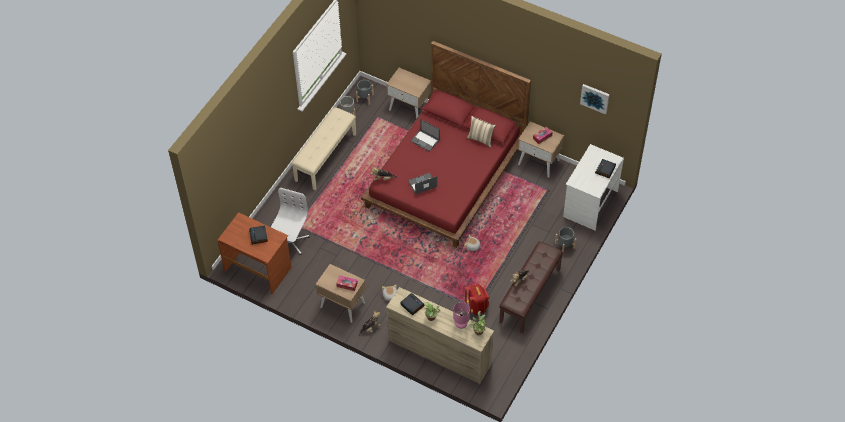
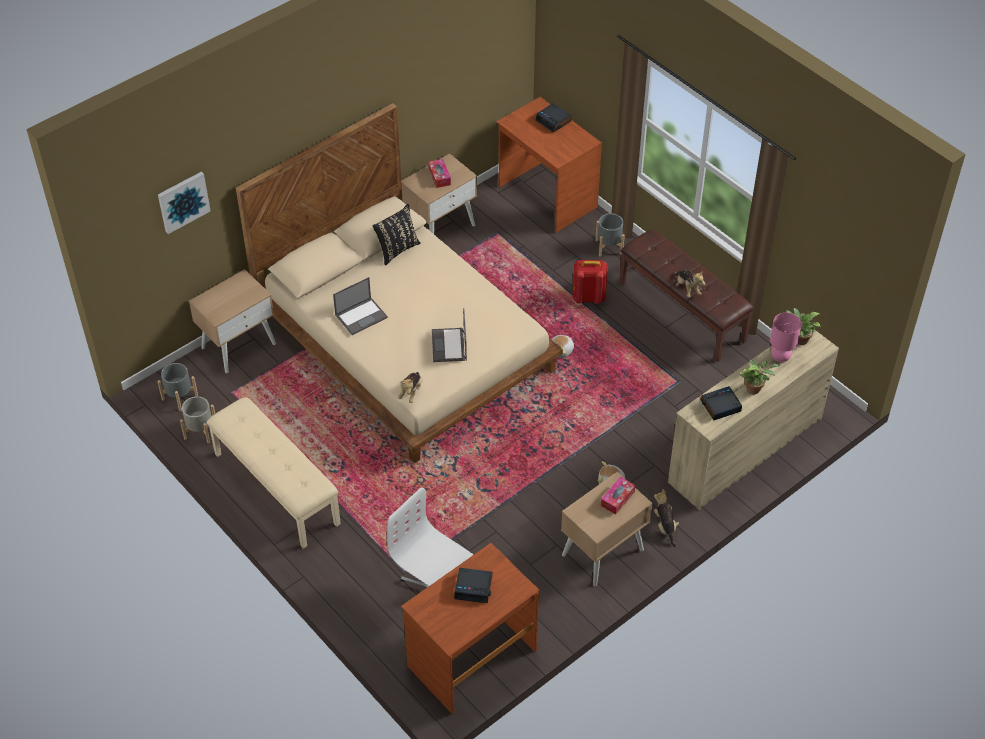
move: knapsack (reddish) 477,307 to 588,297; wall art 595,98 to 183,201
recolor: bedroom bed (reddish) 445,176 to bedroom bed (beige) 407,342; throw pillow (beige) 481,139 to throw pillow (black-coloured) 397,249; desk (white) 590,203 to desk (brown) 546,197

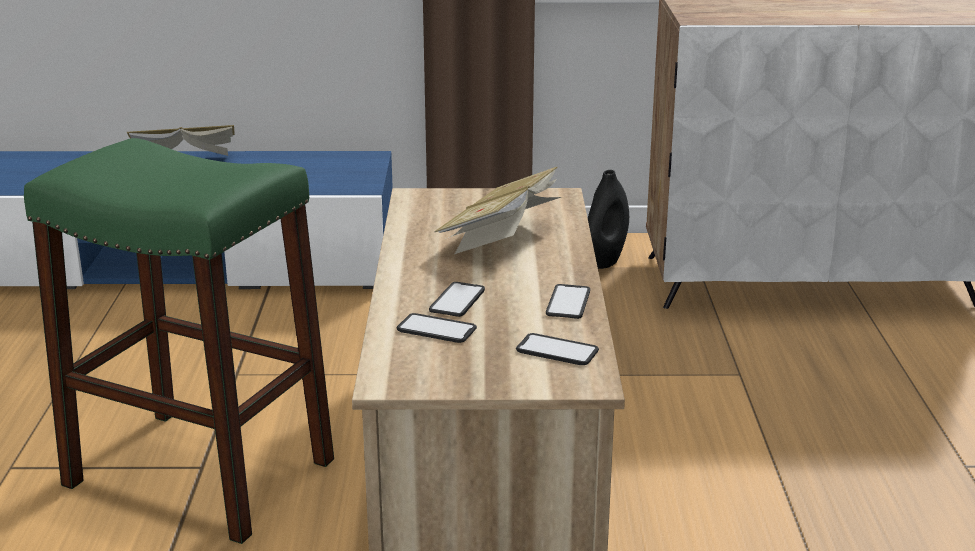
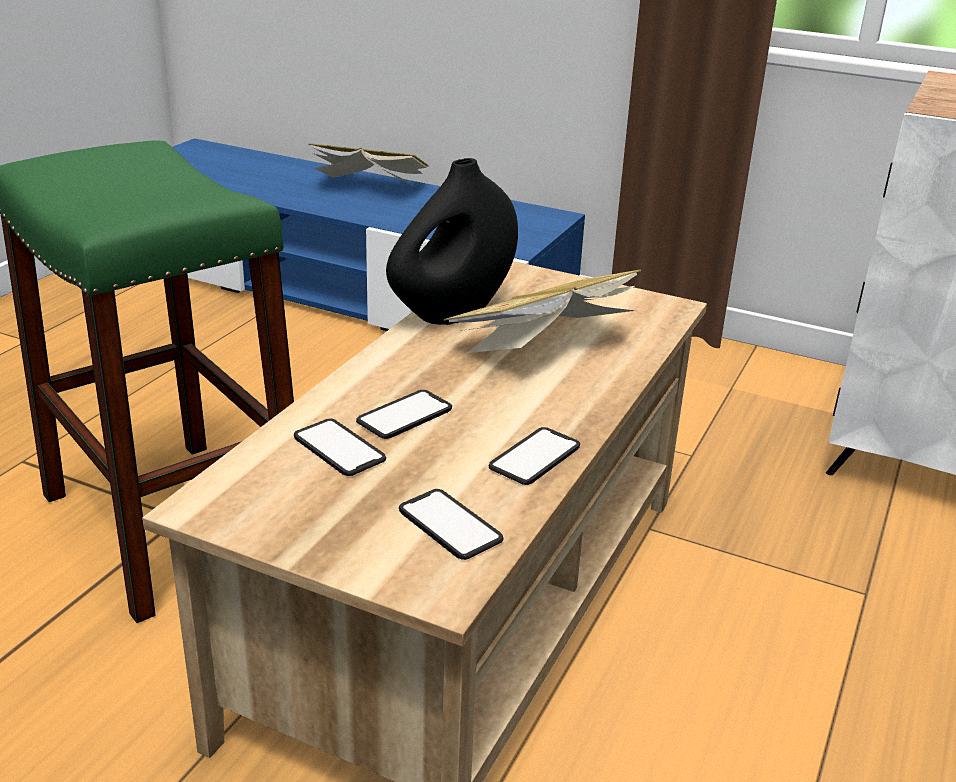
move: decorative vase (black-coloured) 603,261 to 452,314

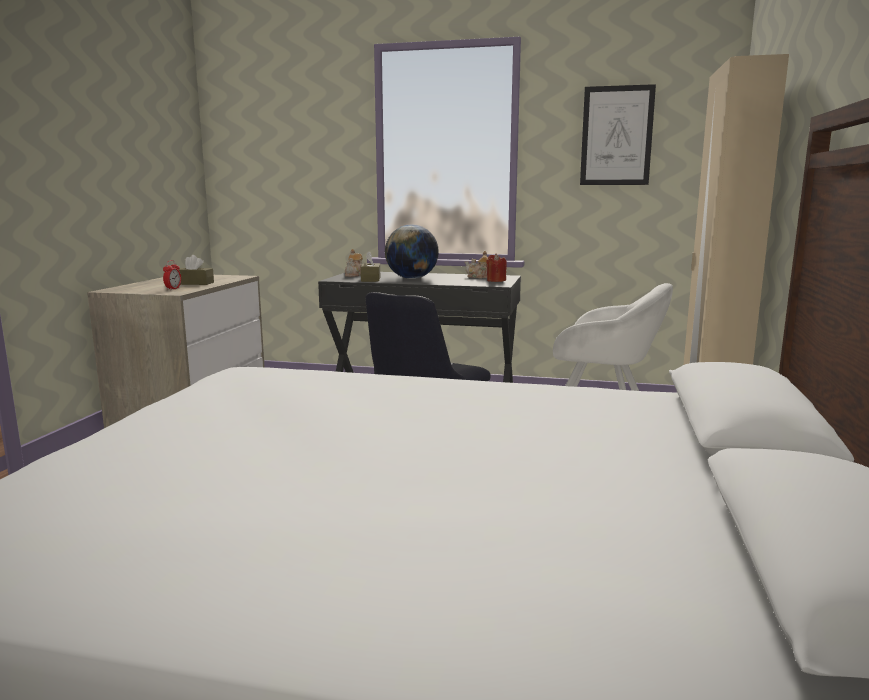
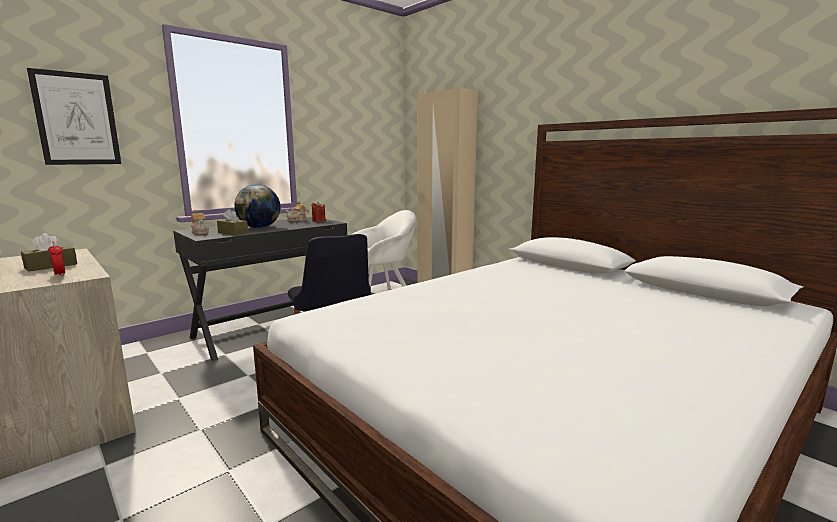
move: wall art 616,136 to 77,119

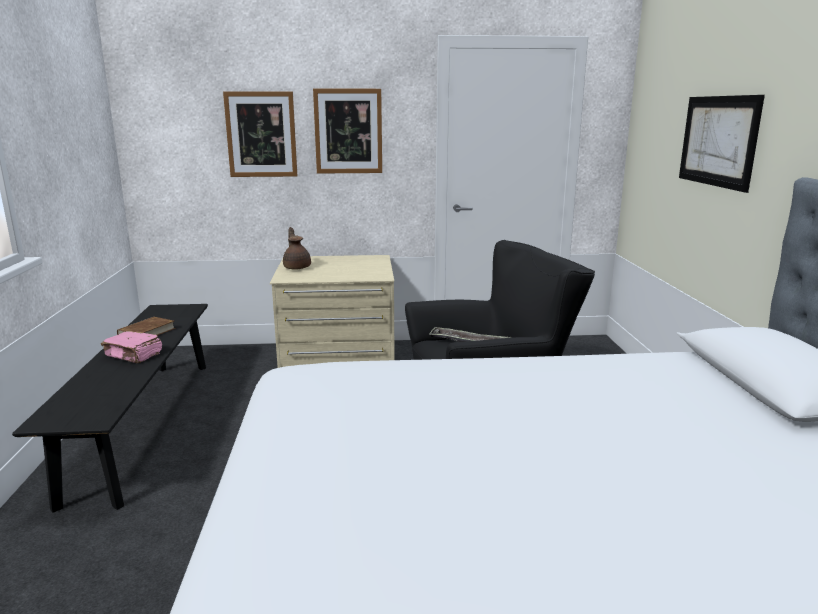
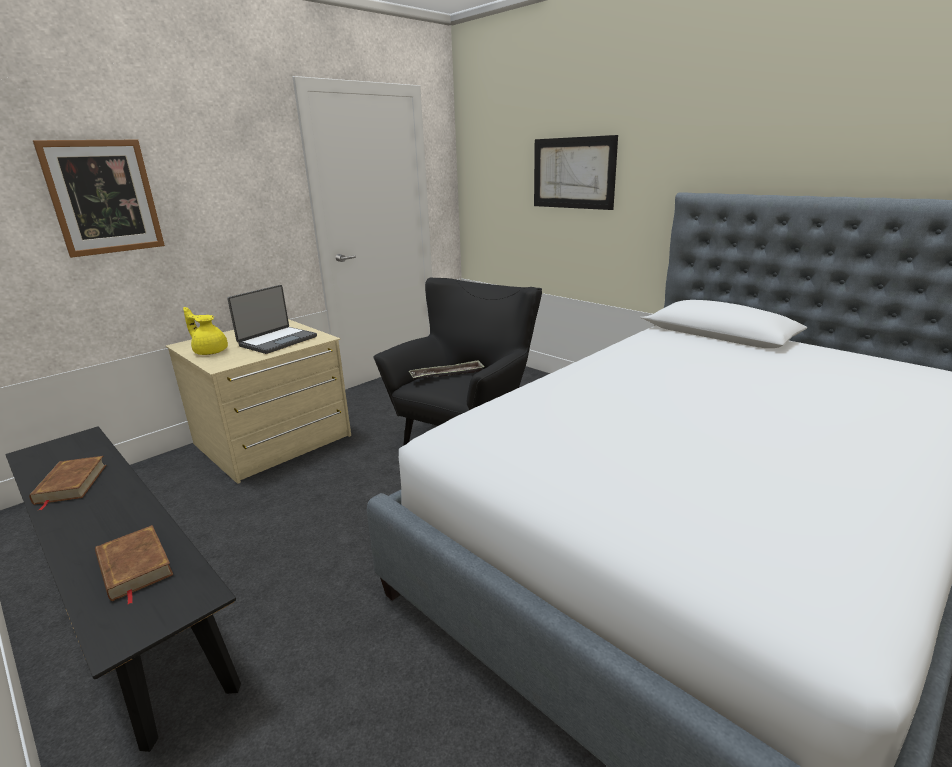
delete: bound book (pinkish) 134,355; wall art 348,131
insert: bound book (brown) 134,567; notebook computer 277,341
recolor: pot for tea (brown) 297,267 to pot for tea (yellowish) 210,351

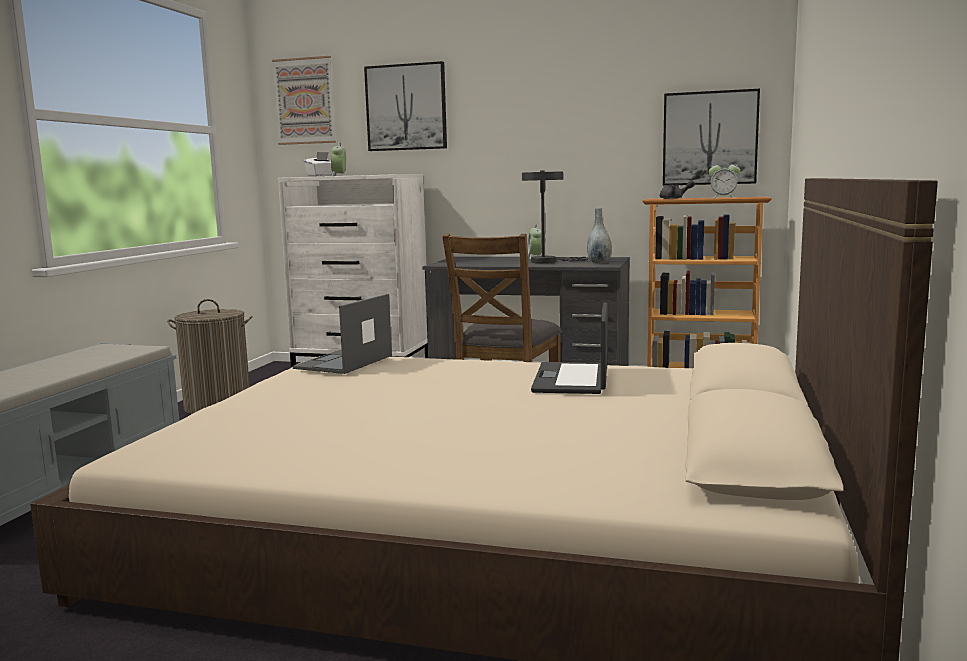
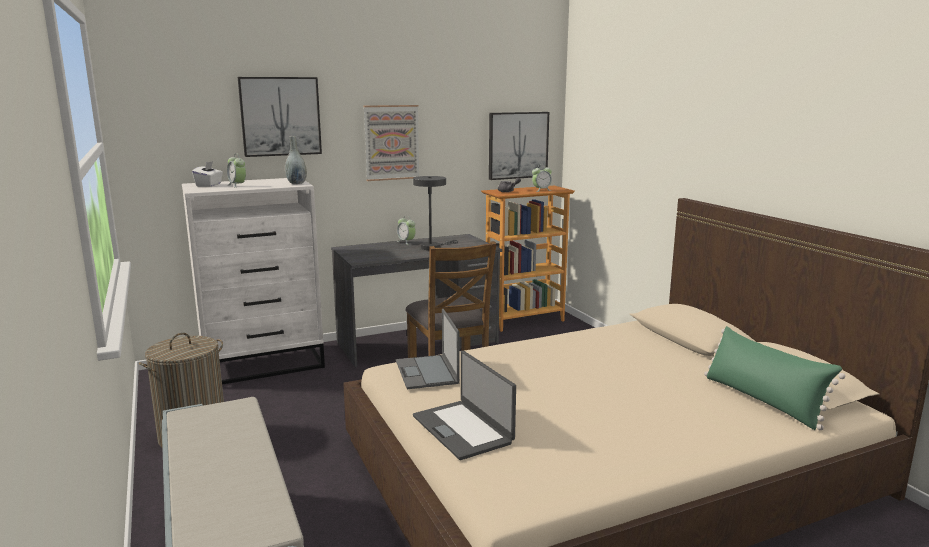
insert: throw pillow (green) 762,401
move: wall art 305,101 to 391,142; notebook computer 573,379 to 463,429; decorative vase (greyish) 599,263 to 296,183

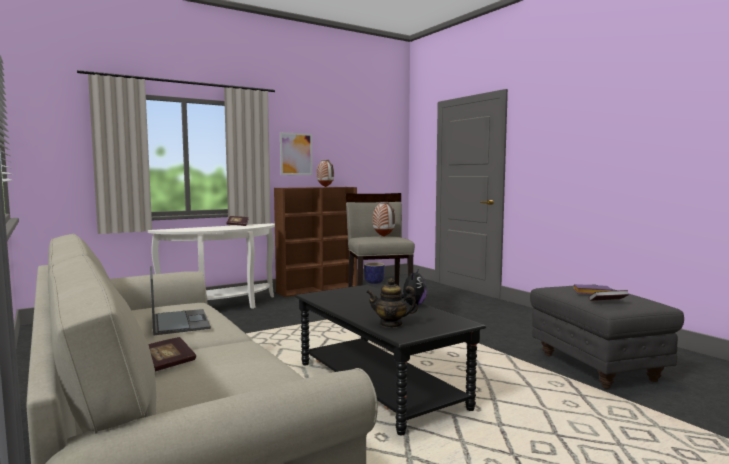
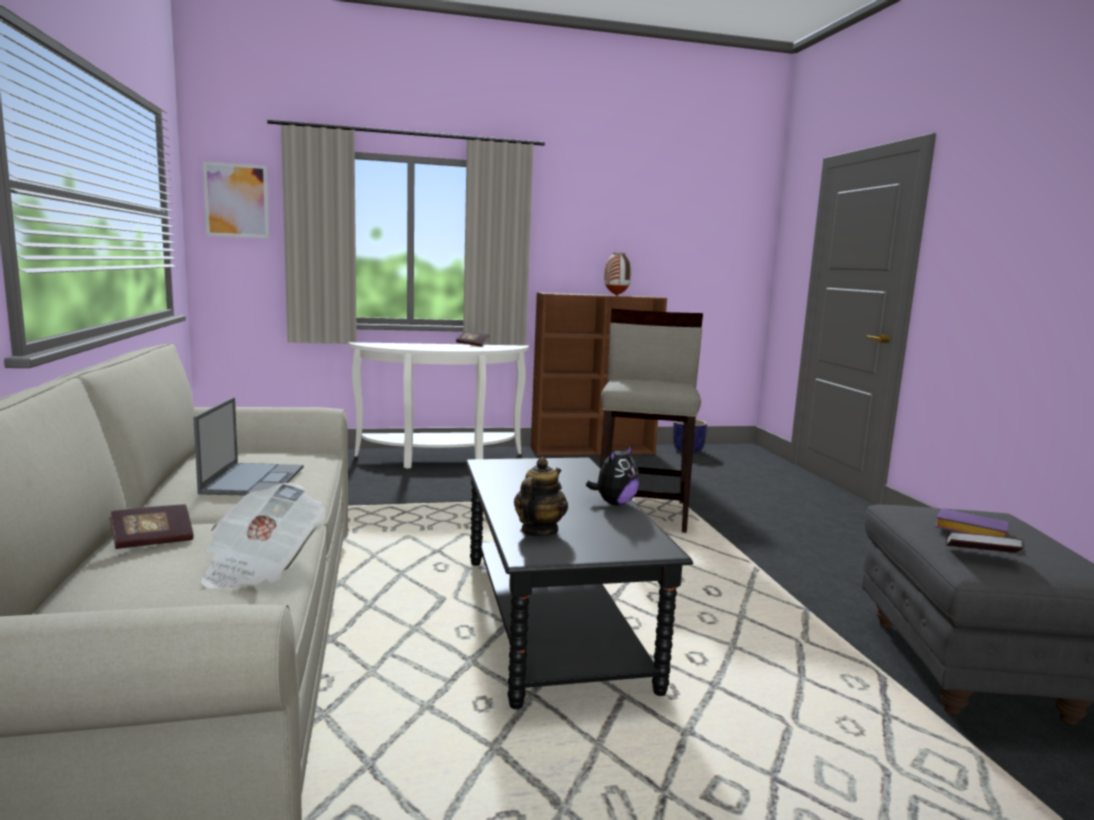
delete: decorative vase 383,236
insert: printed paper 261,566
move: wall art 296,154 to 236,200
rotate: pot for tea 391,324 = 538,531 90 degrees clockwise

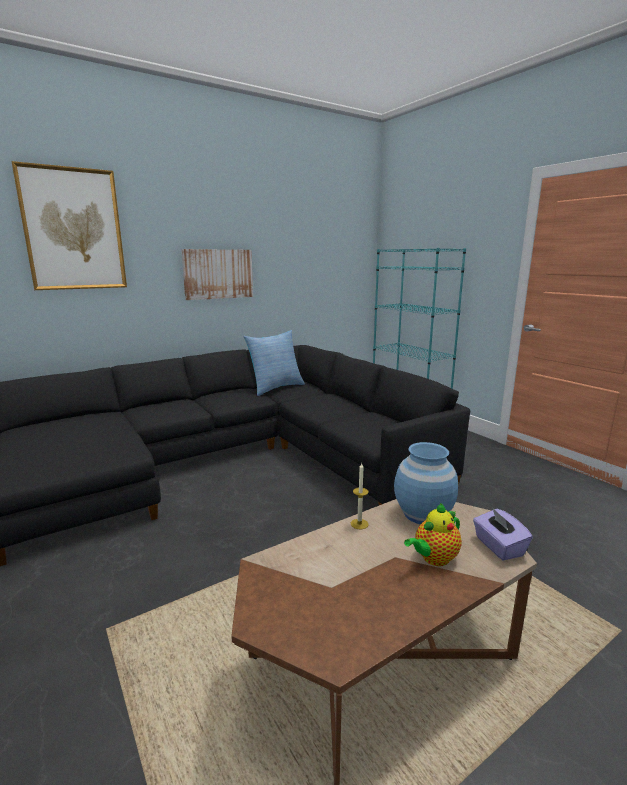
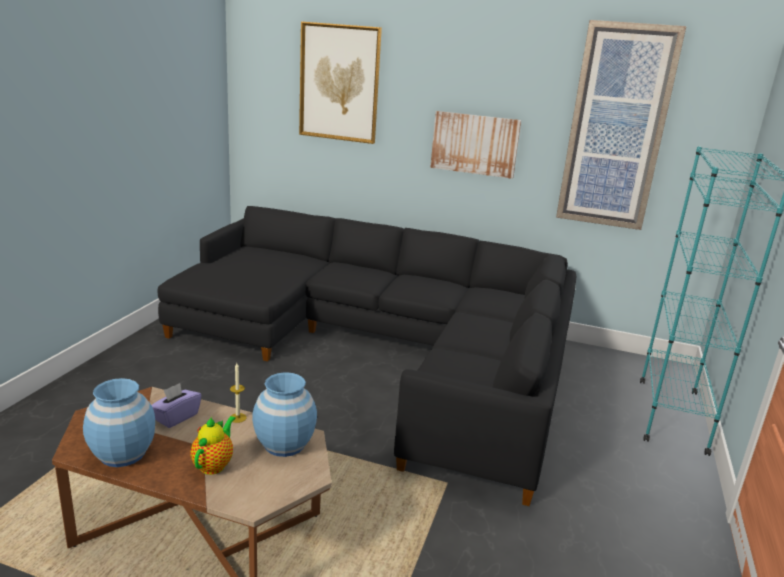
delete: throw pillow 275,388
insert: decorative vase (bluish) 122,453; wall art 616,128
move: tissue box (purple) 498,547 to 176,417
rotate: pot for tea 433,559 = 214,464 90 degrees clockwise

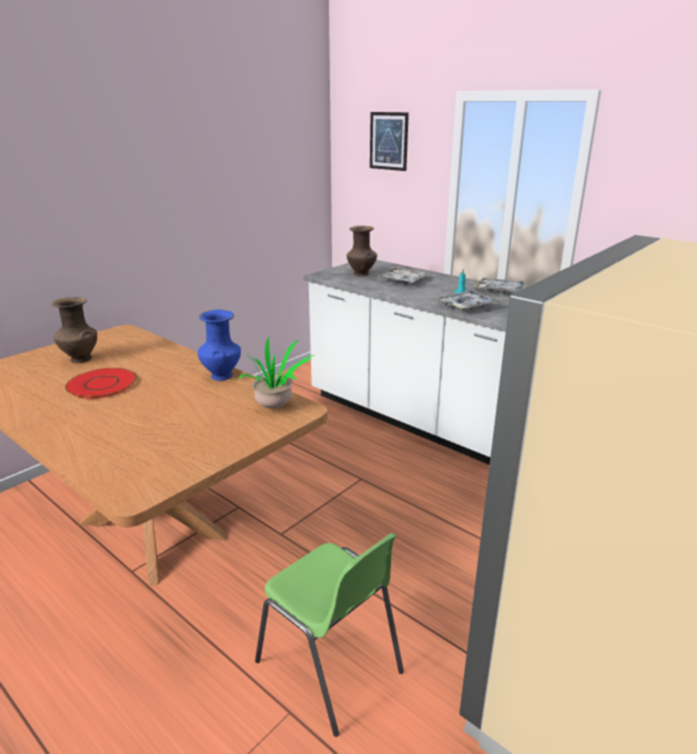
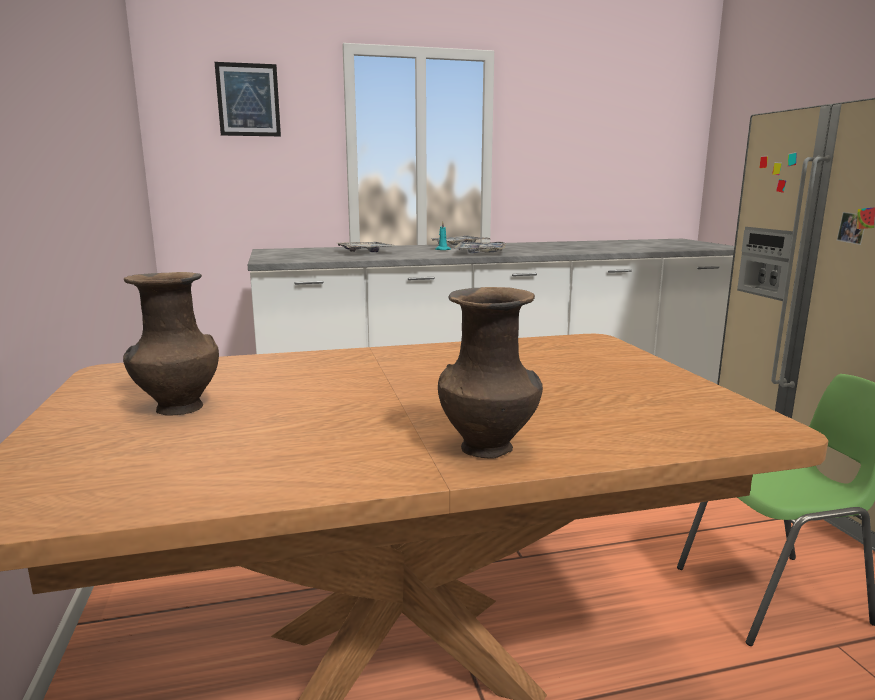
delete: dinner plate (reddish) 102,384; decorative vase (bluish) 221,375; plant in a pot 275,406
move: decorative vase (brown) 362,274 to 489,448

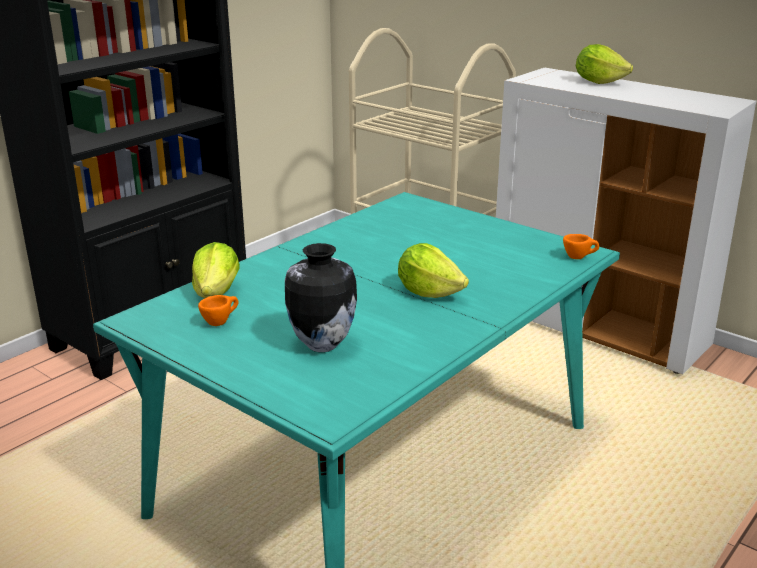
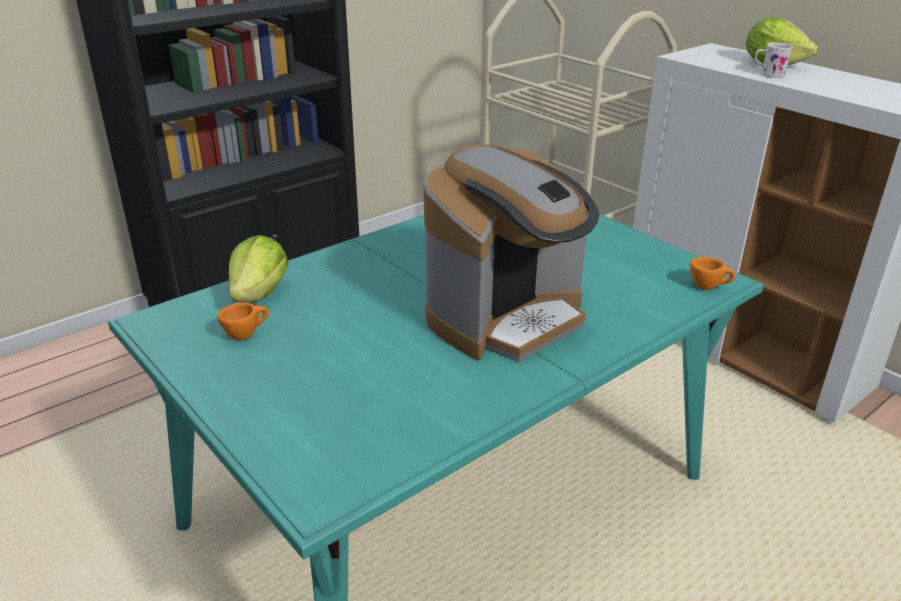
delete: decorative vase 321,345
insert: tea mug (white) 768,74
replace: lettuce 429,292 to coffee maker 507,318

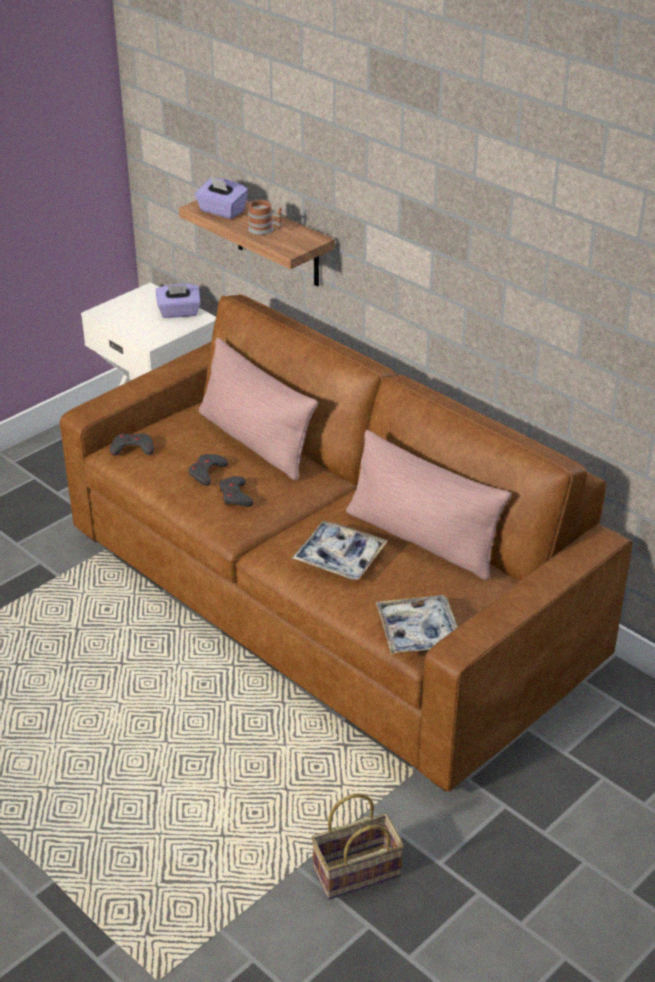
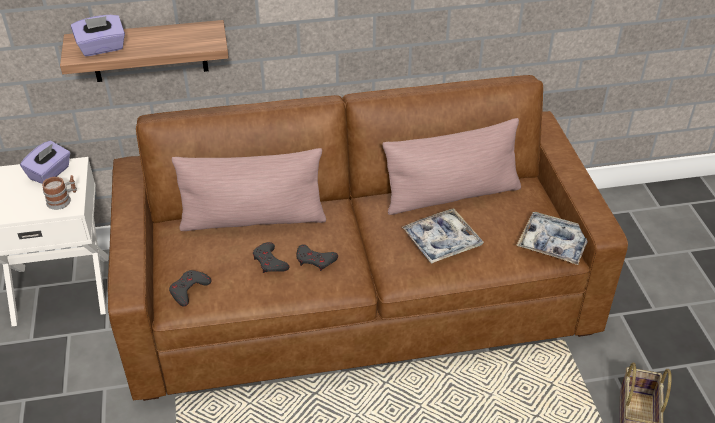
move: tea mug 265,230 to 62,200

